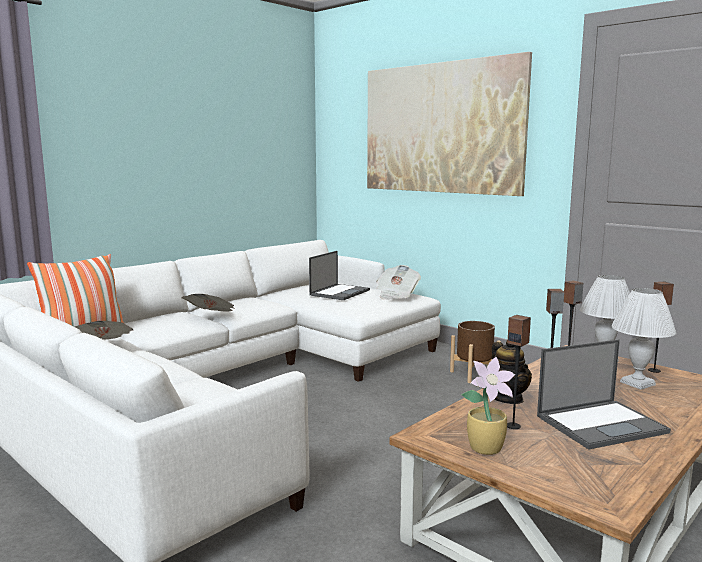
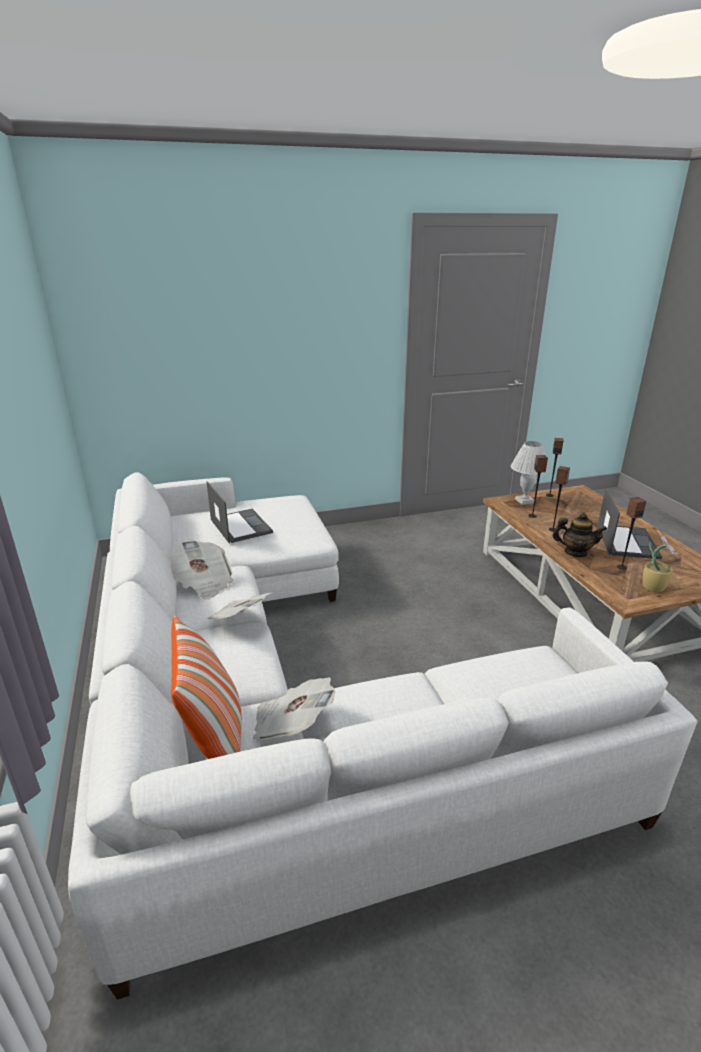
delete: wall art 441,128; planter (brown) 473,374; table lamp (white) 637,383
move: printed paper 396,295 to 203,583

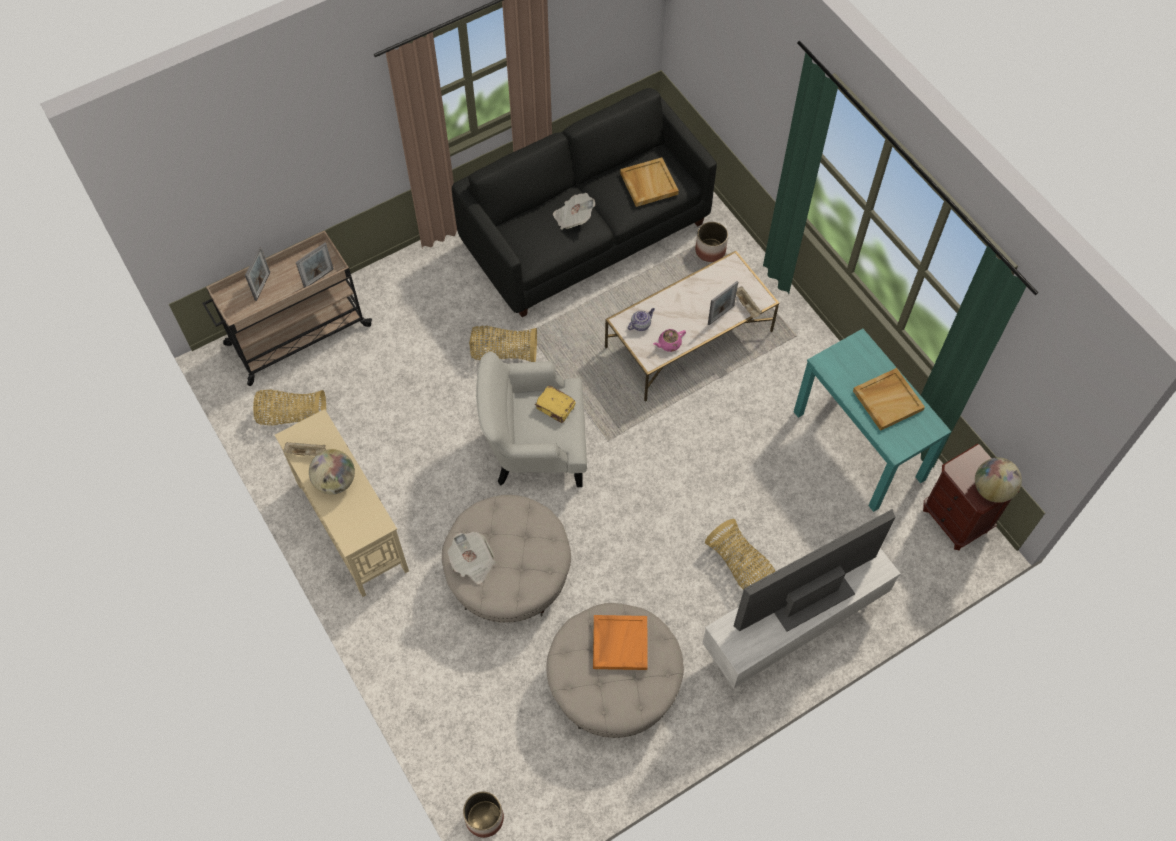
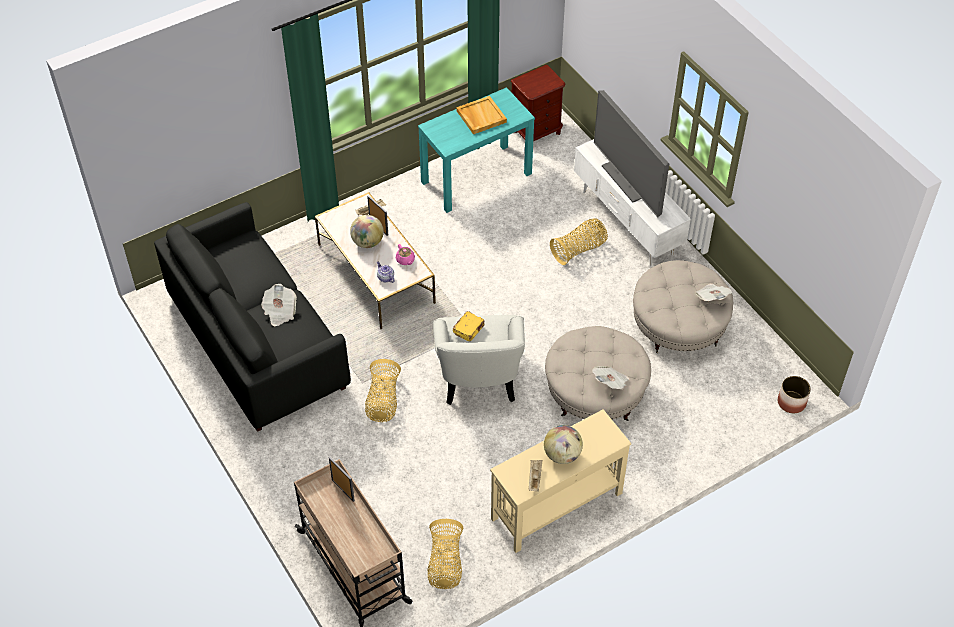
delete: photo frame 262,286; tray (orange-coloured) 619,643; tray (beige) 648,183; planter 710,250
insert: printed paper 712,298
move: desk globe 992,489 to 367,242

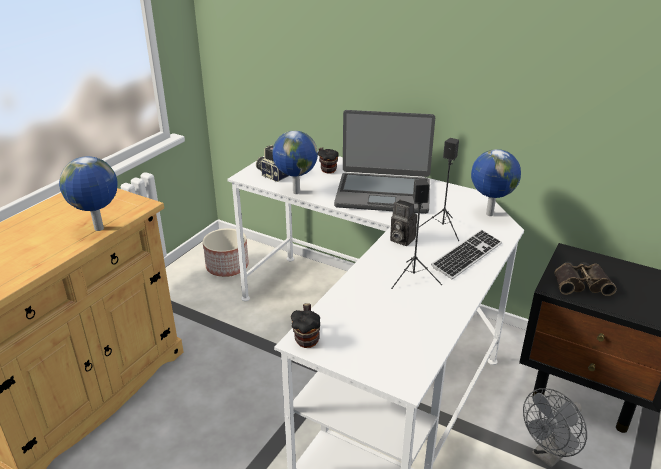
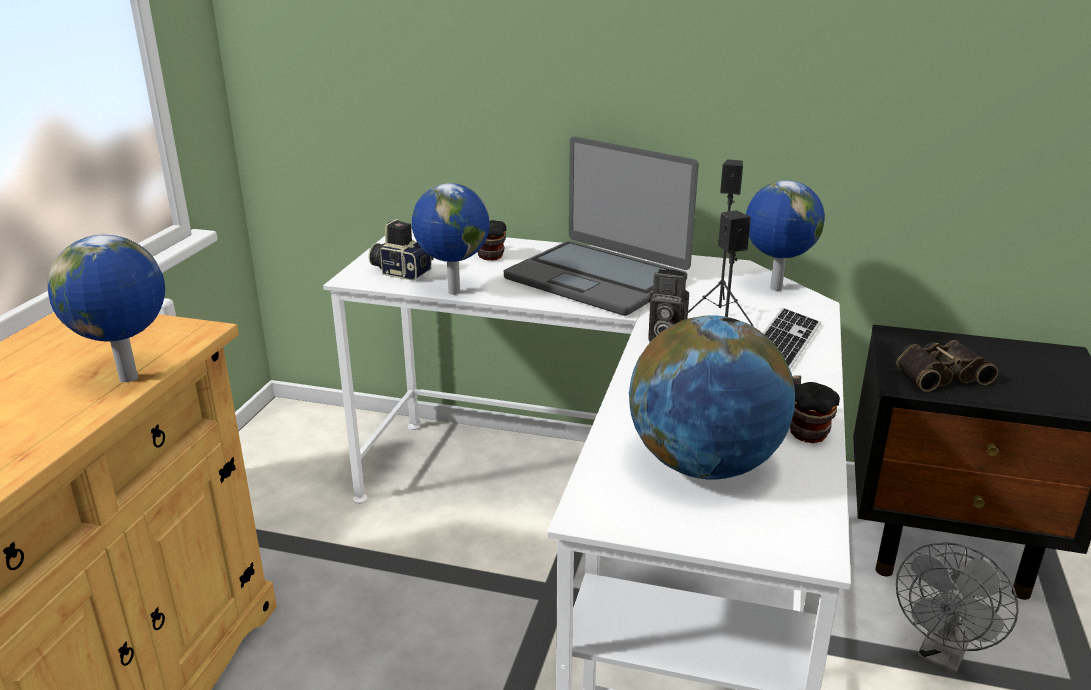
delete: planter 227,267
insert: desk globe 704,465
move: tea mug 307,338 to 804,430
rotate: notebook computer 383,193 = 597,278 45 degrees clockwise

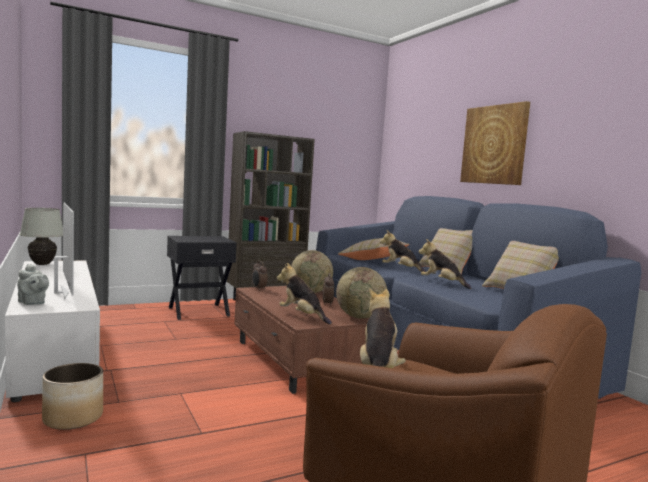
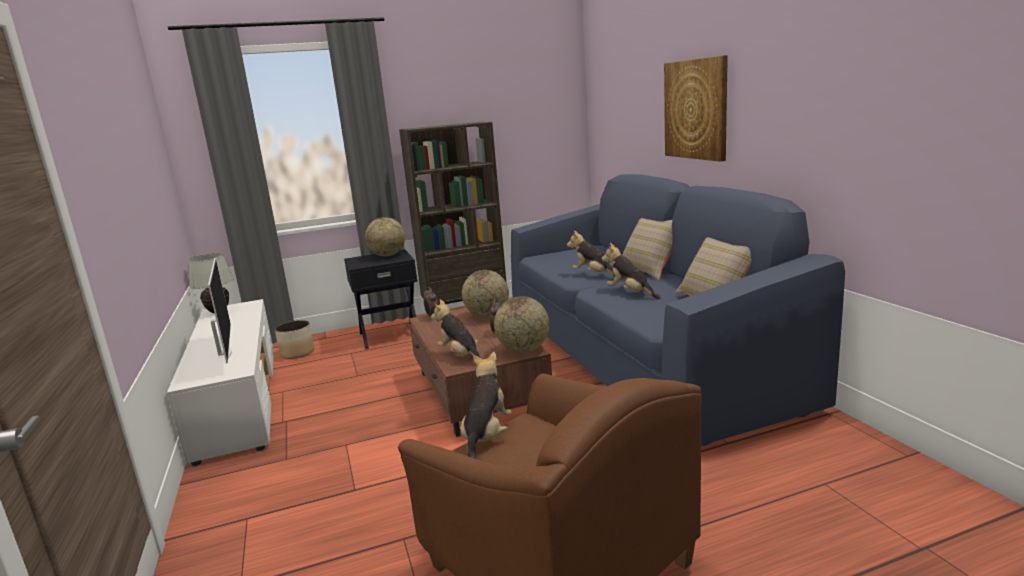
delete: pot for tea (greyish) 32,303; throw pillow (beige) 372,260
insert: desk globe 388,255
move: planter 73,418 to 297,353

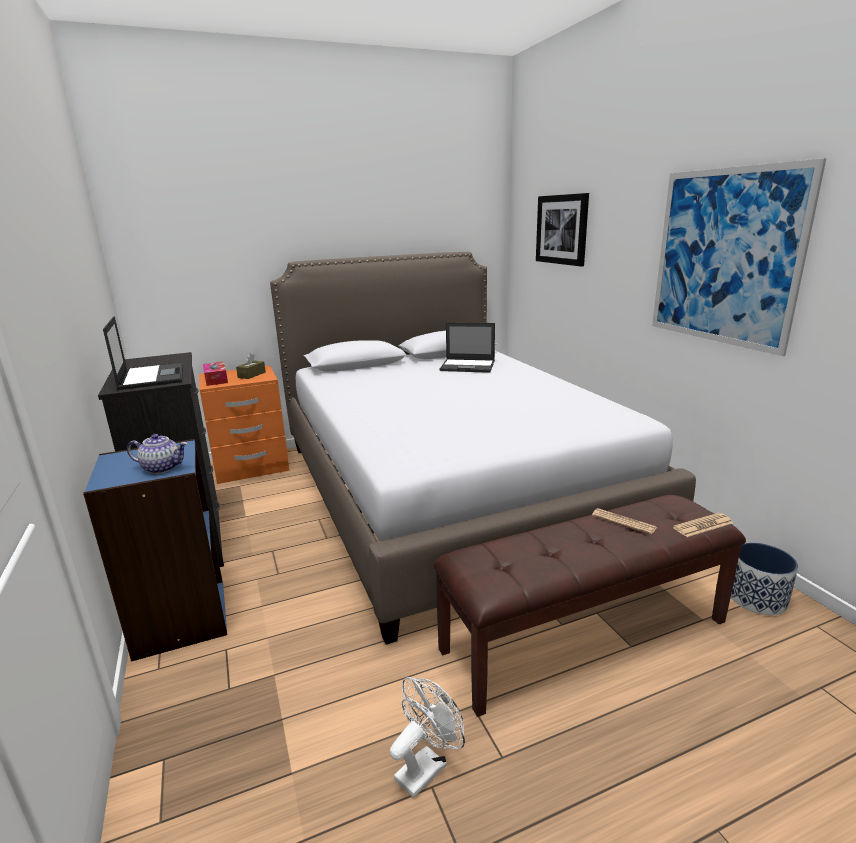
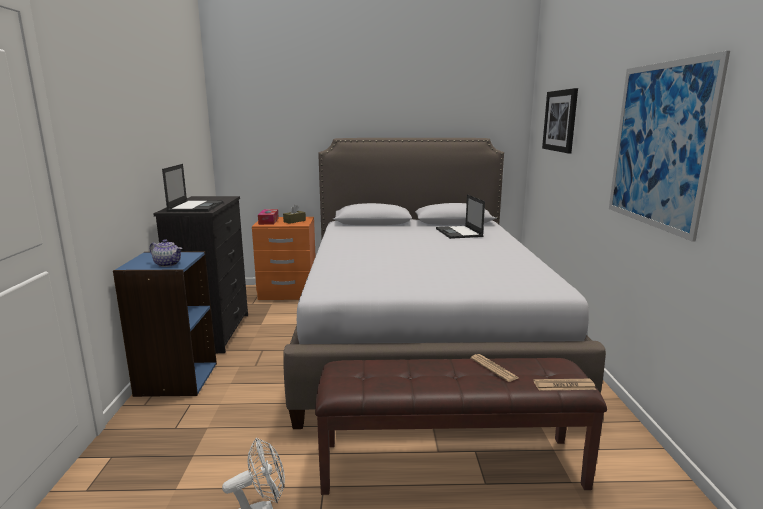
delete: planter 756,598
rotate: notebook computer 468,366 = 459,232 45 degrees clockwise

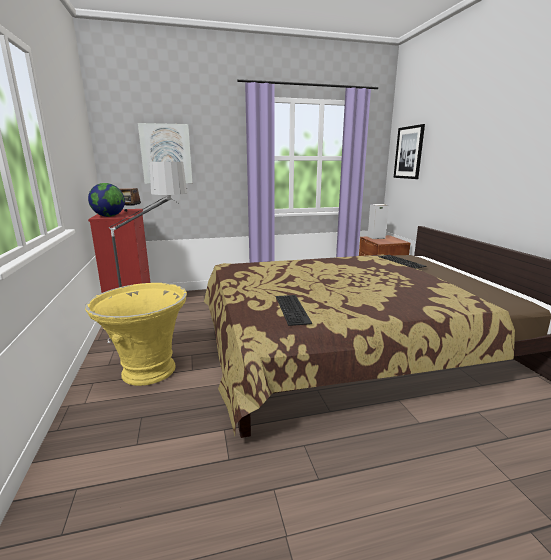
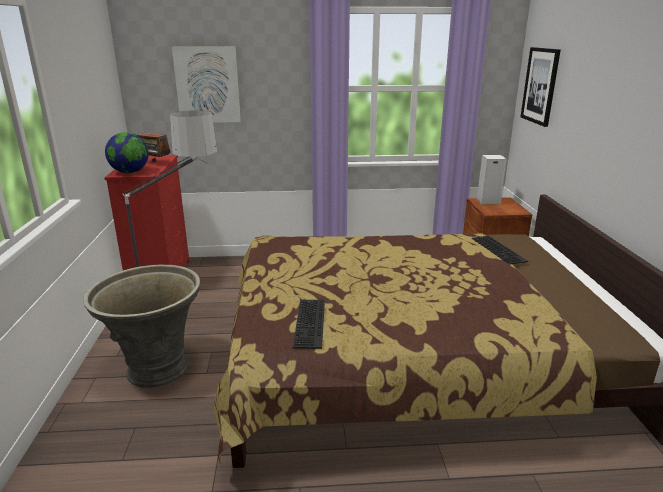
recolor: planter (yellowish) 147,371 to planter (greyish) 156,369

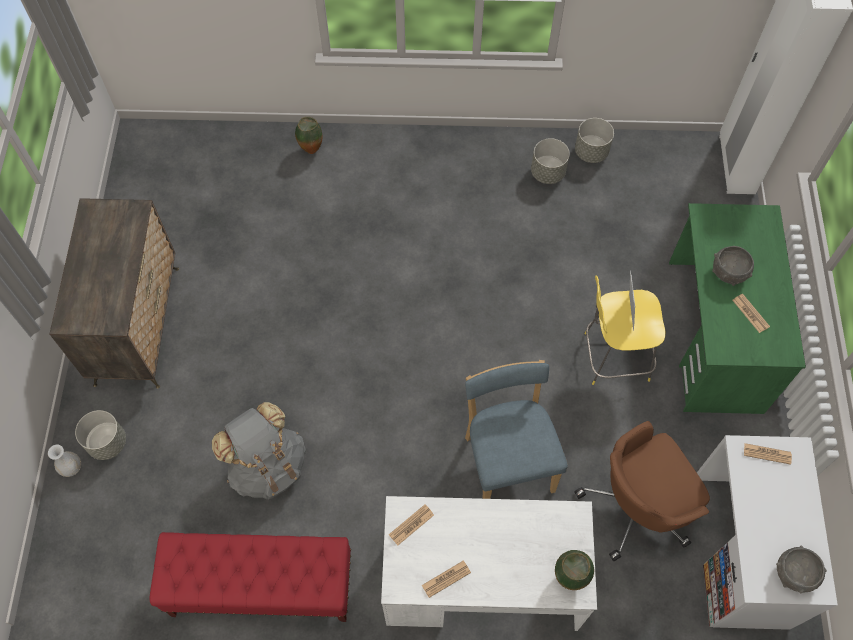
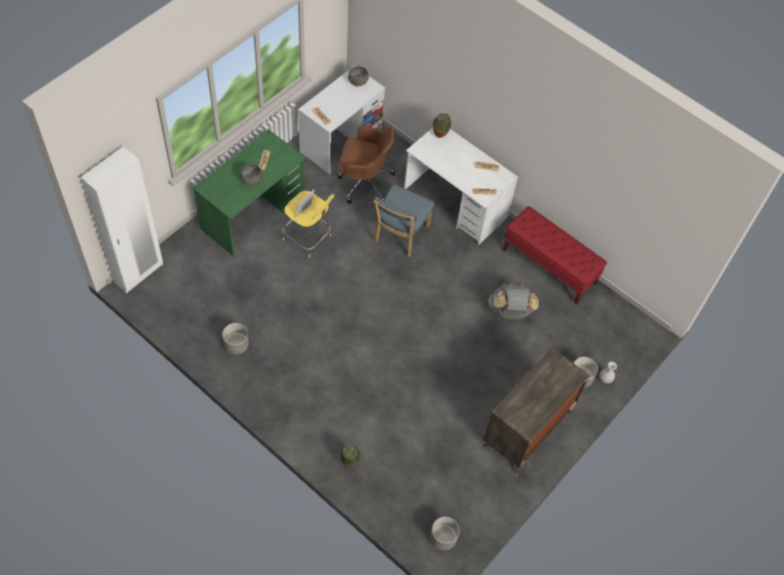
move: planter (greyish) 591,151 to 442,538

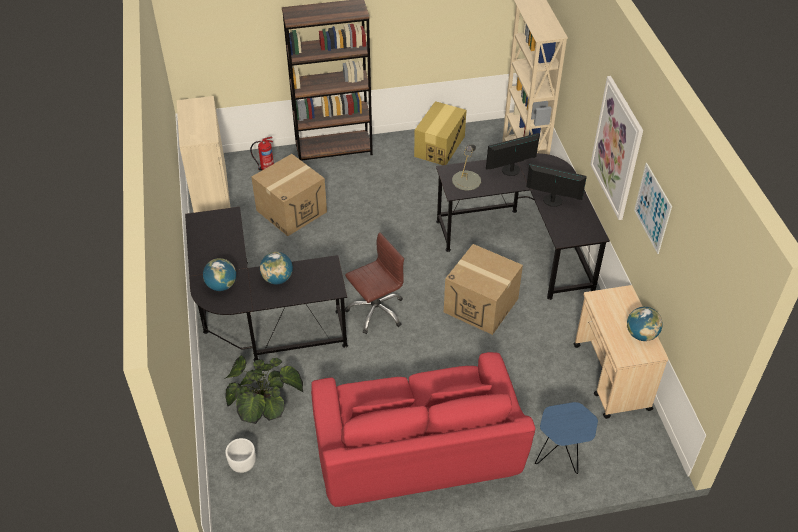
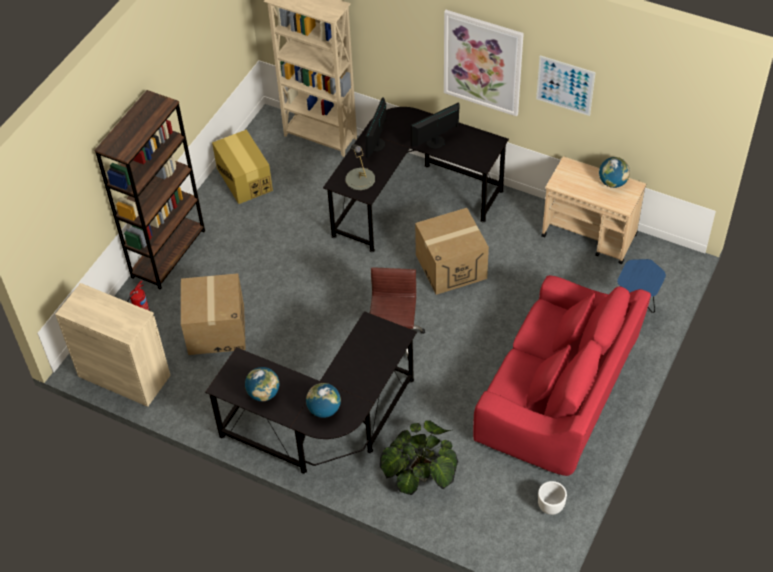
move: planter (white) 243,465 to 551,507; desk globe 277,279 to 263,393

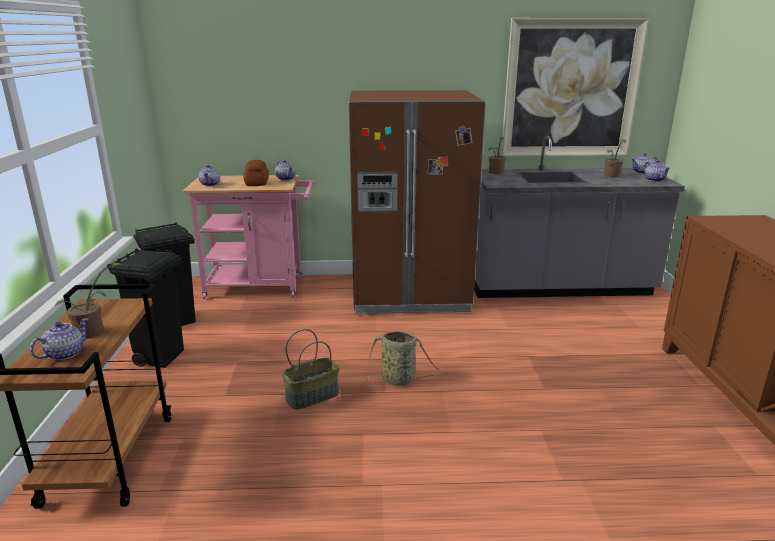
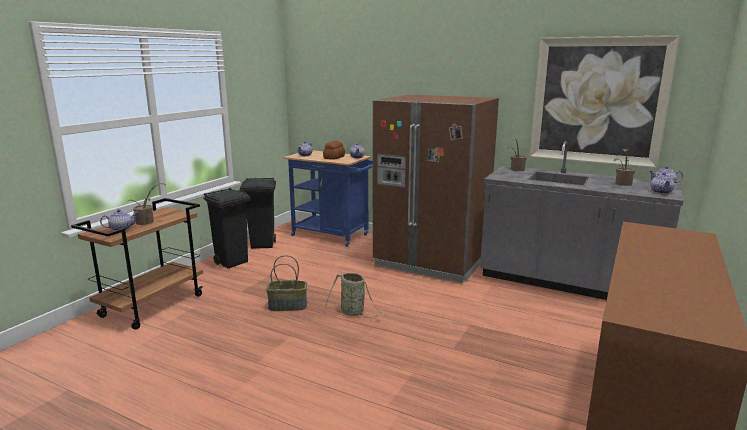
recolor: wheeled cart (pinkish) 261,287 to wheeled cart (bluish) 334,236

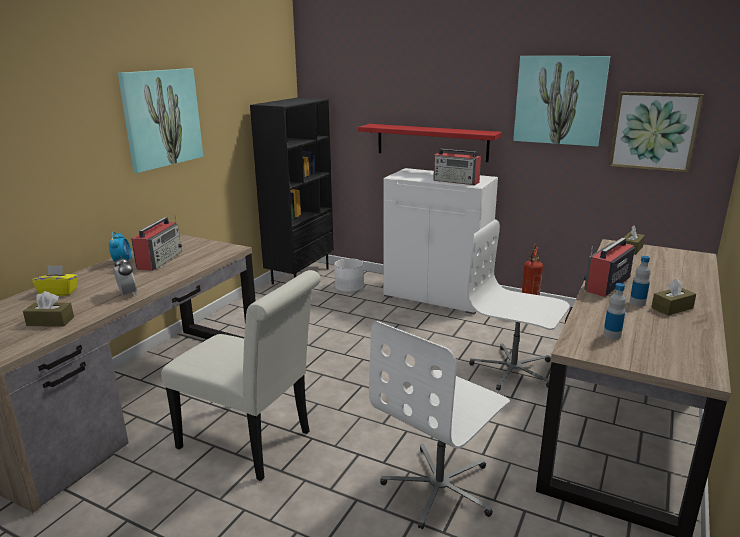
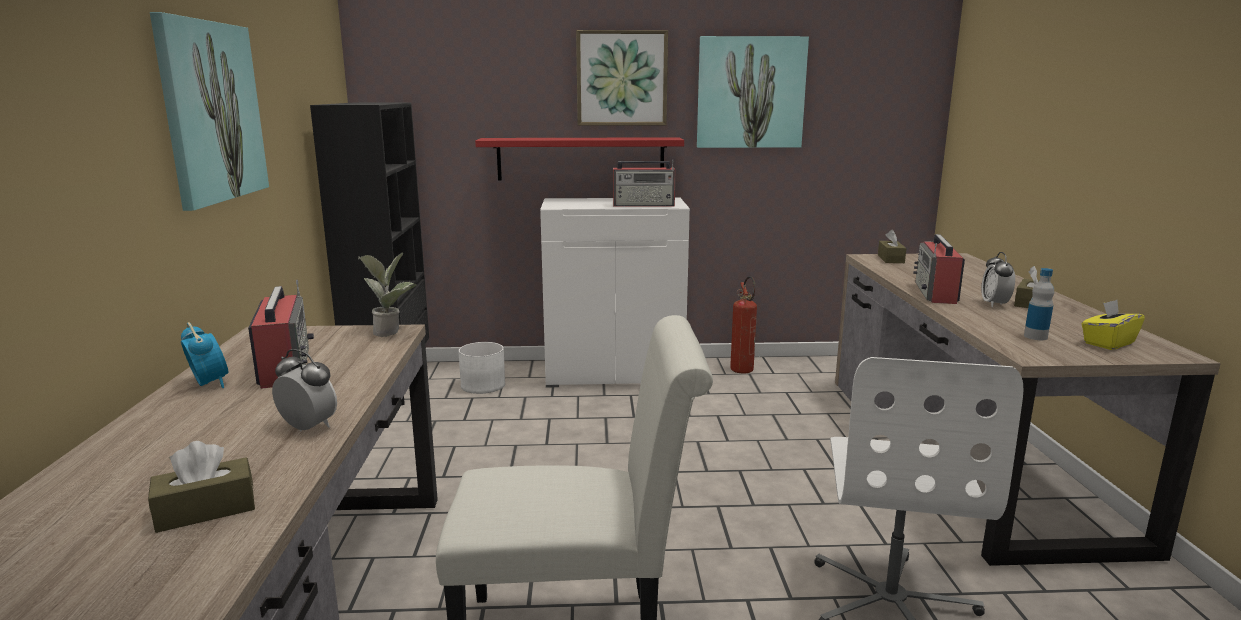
delete: office chair (white) 513,370
insert: plant in a pot 392,331
move: tissue box (yellowish) 58,292 to 1108,343; wall art 653,131 to 621,78
replace: bottle 637,303 to alarm clock 994,304

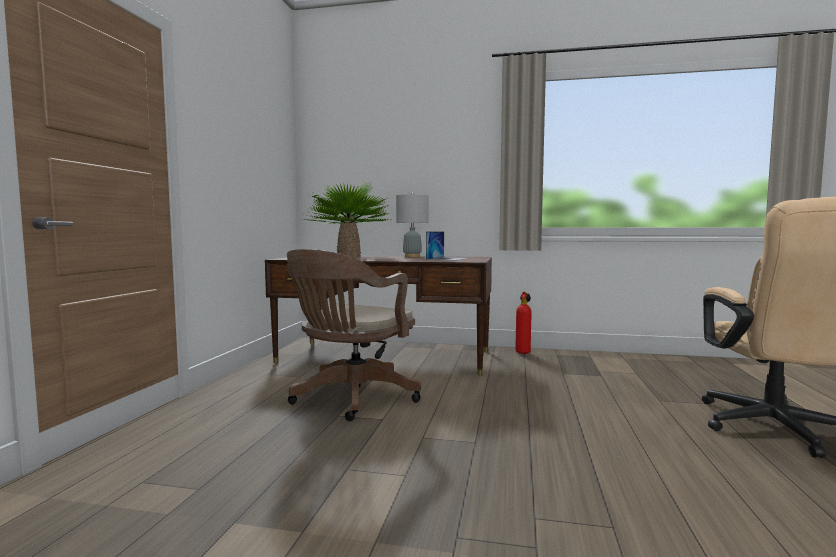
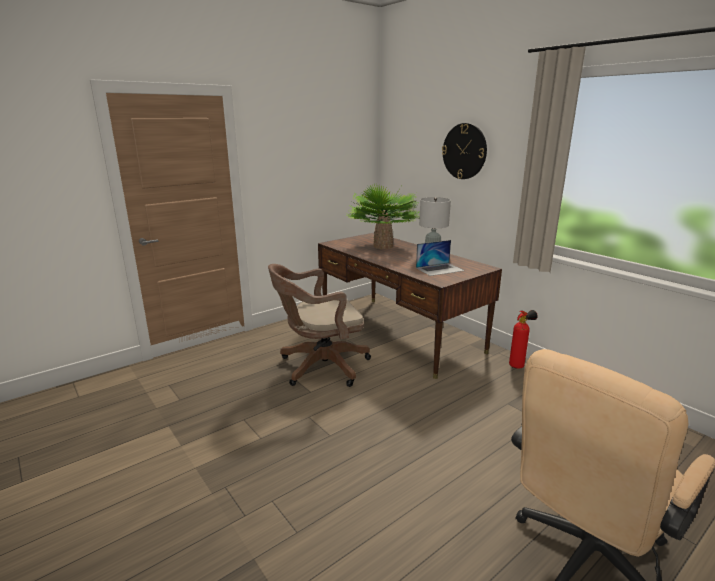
insert: clock on the wall 464,151

